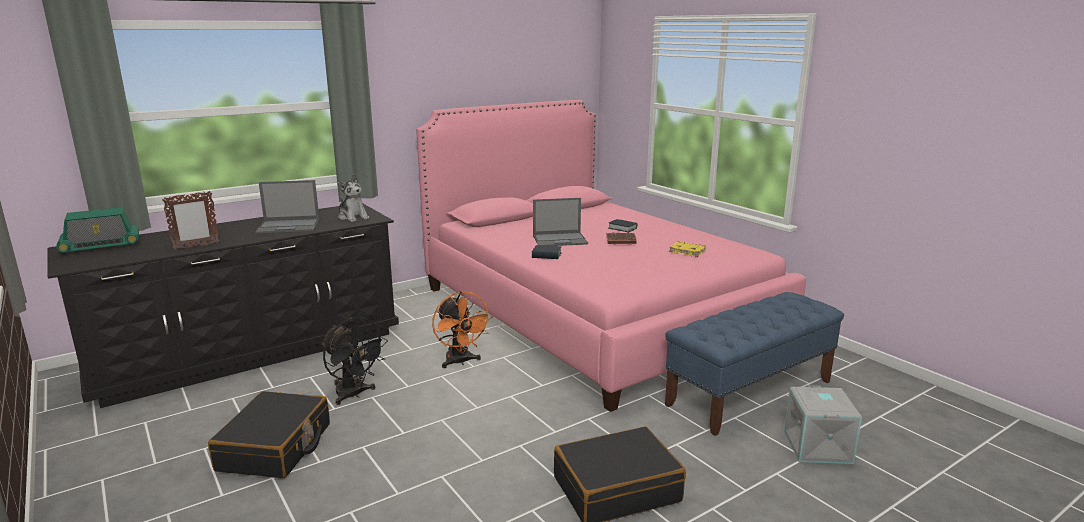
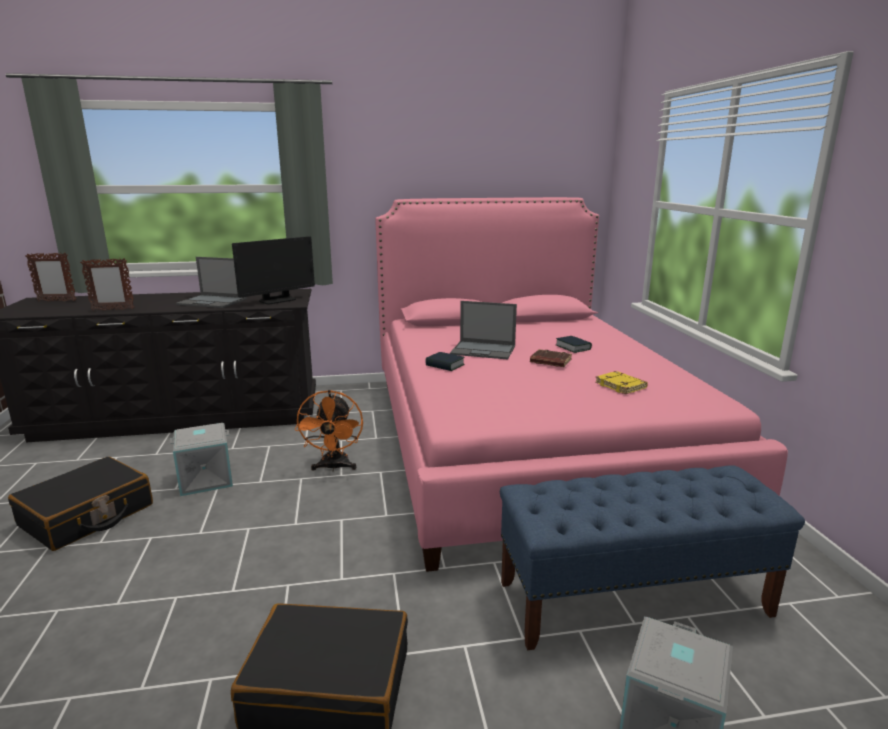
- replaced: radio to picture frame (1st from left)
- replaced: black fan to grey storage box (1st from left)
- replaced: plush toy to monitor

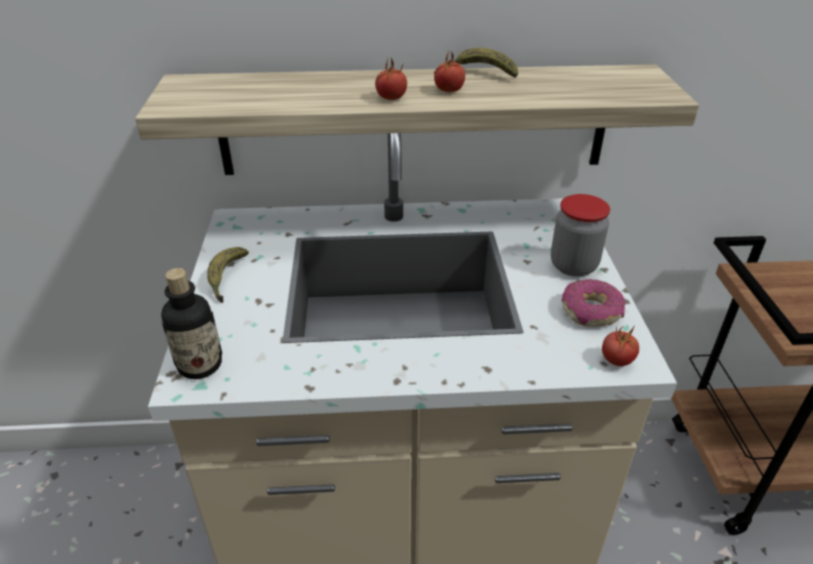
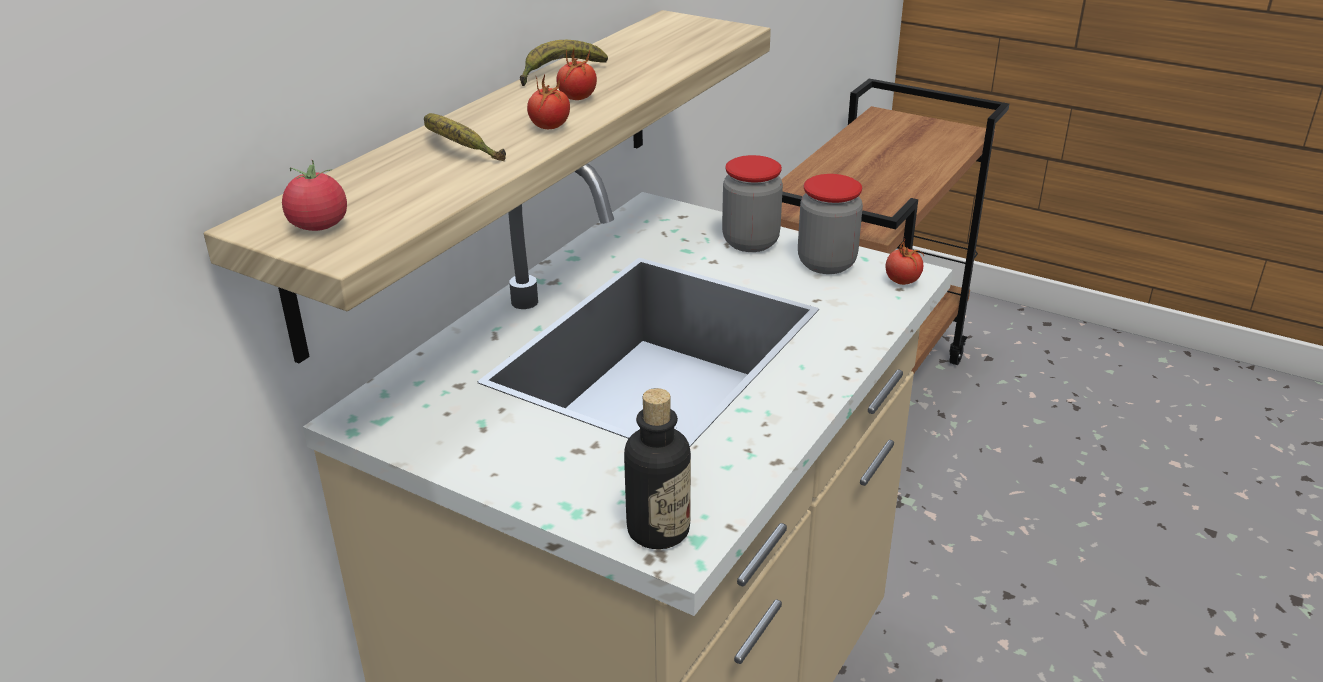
- moved: banana (1st from left)
- replaced: donut to jar (2nd from left)
- added: tomato (1st from left)

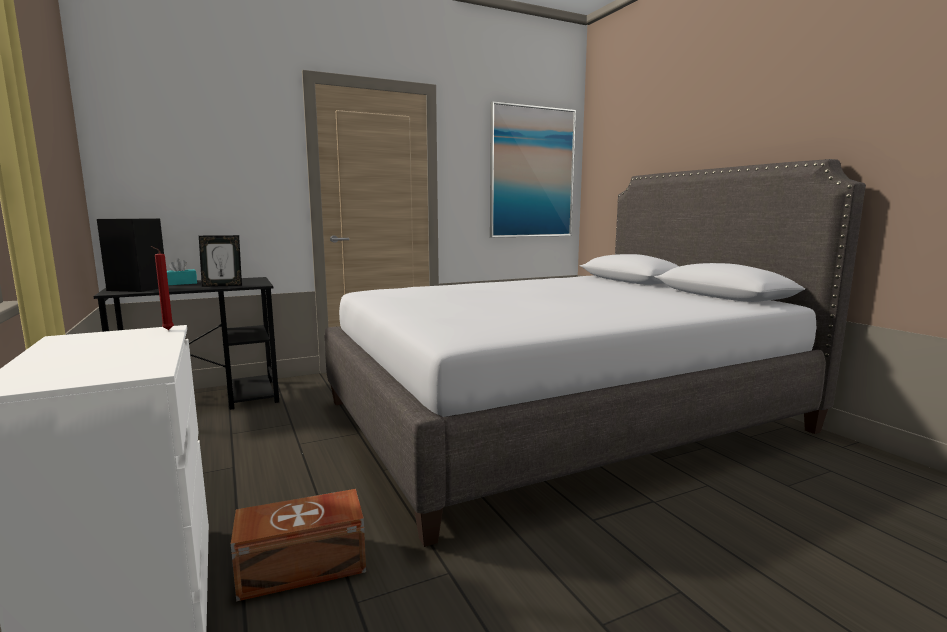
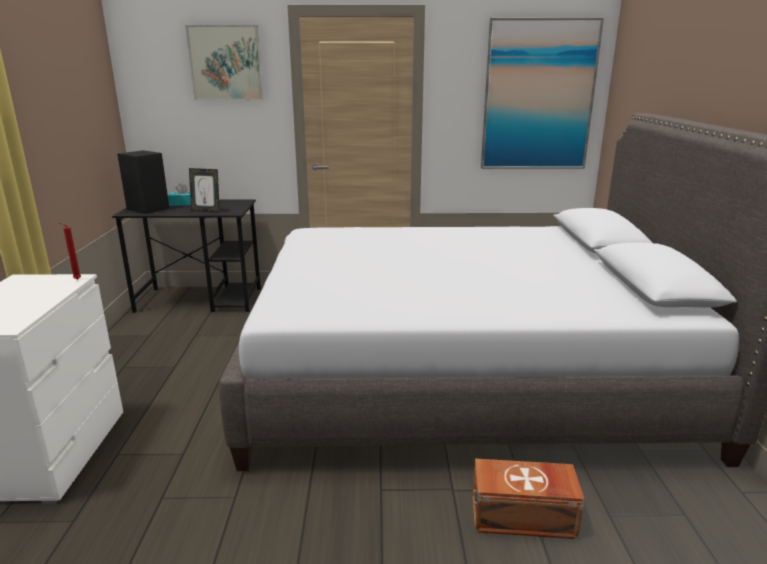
- moved: brown storage box
- added: picture (1st from left)

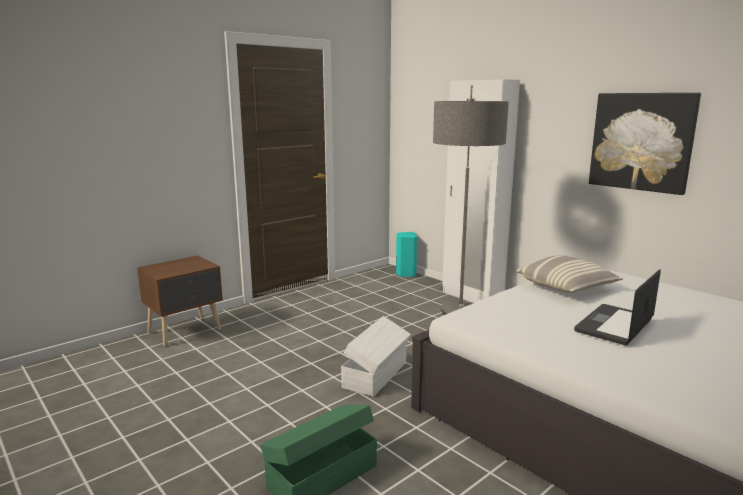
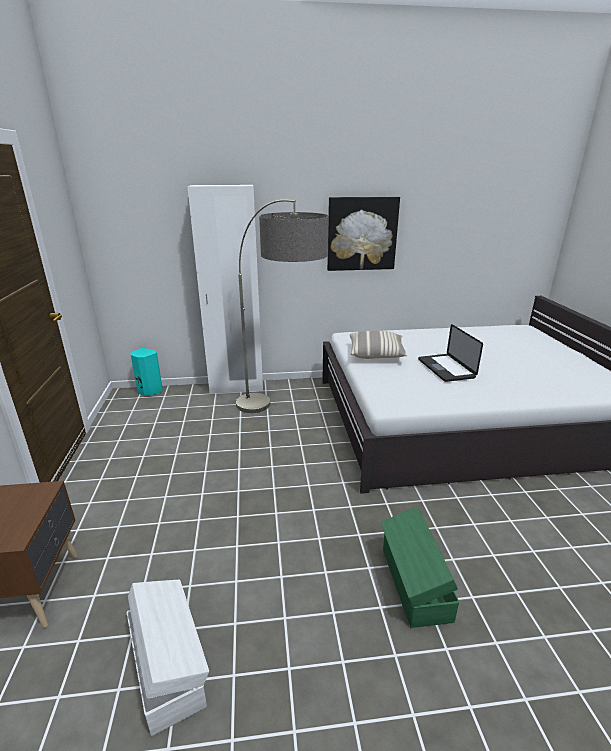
- moved: white storage box

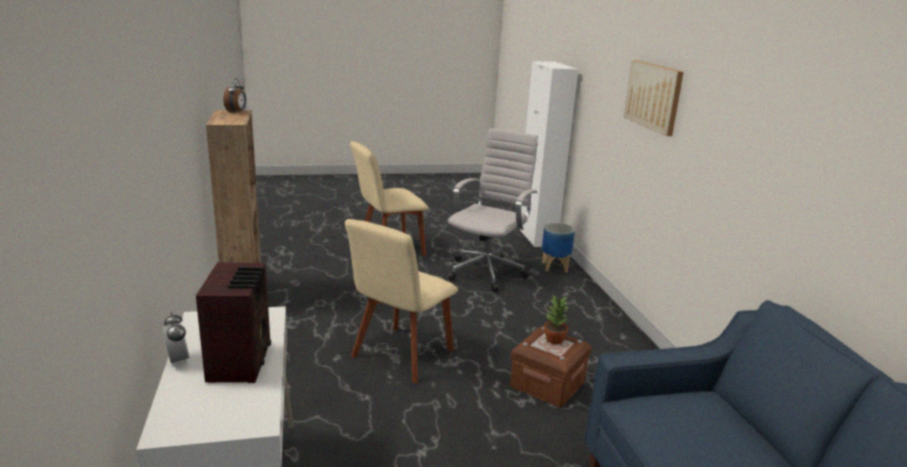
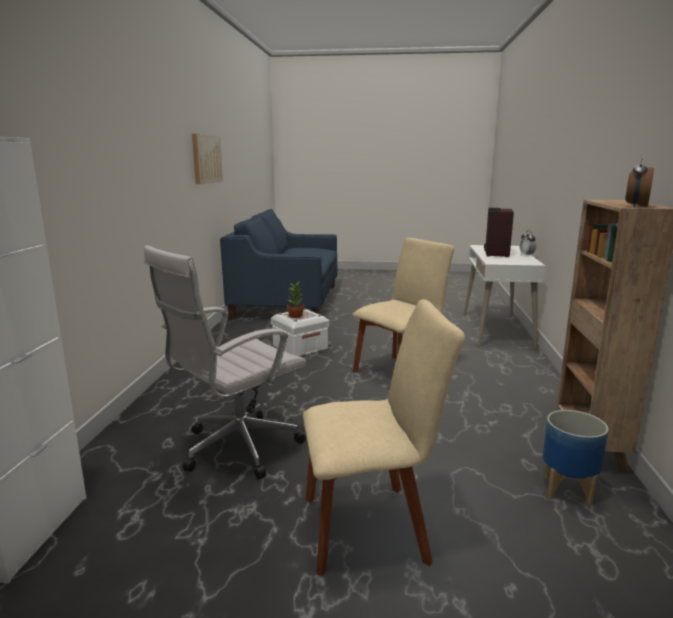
- recoloured: brown storage box to white storage box
- moved: planter
- moved: picture

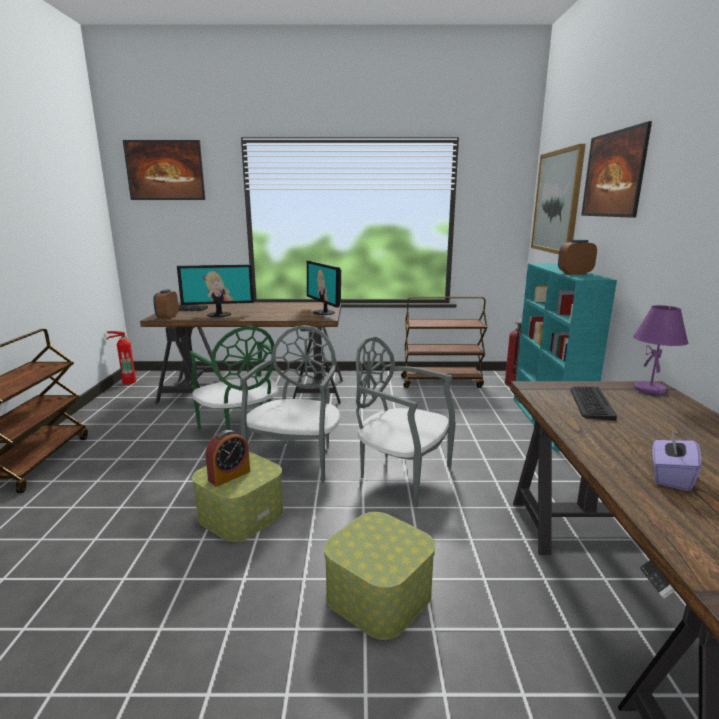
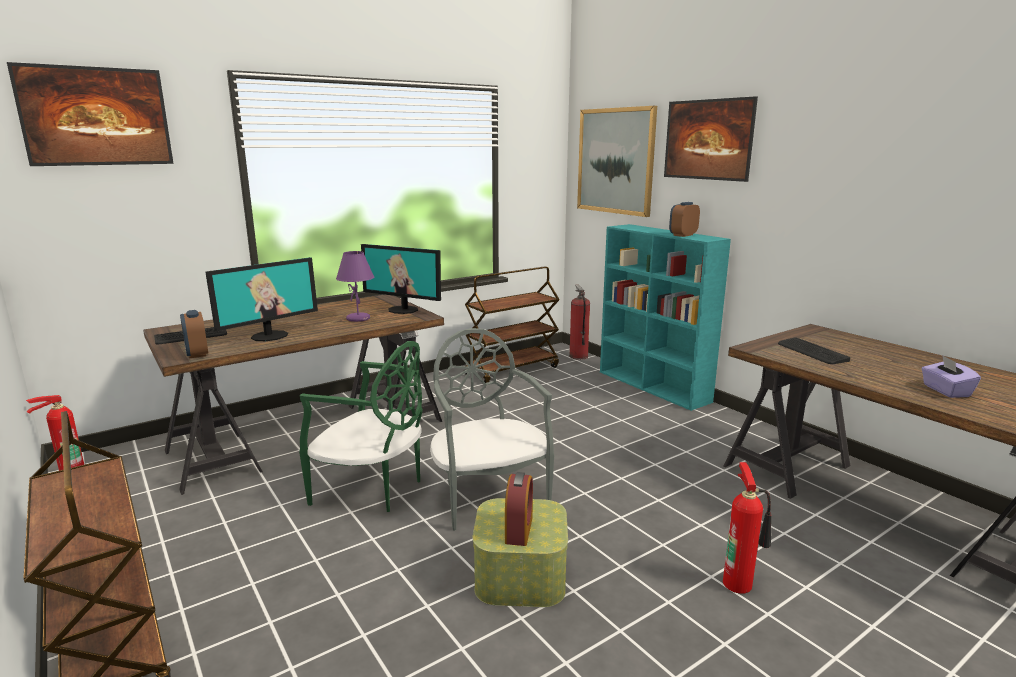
- replaced: storage box (2nd from left) to fire extinguisher (3rd from left)
- removed: grey chair (2nd from left)
- moved: purple table lamp

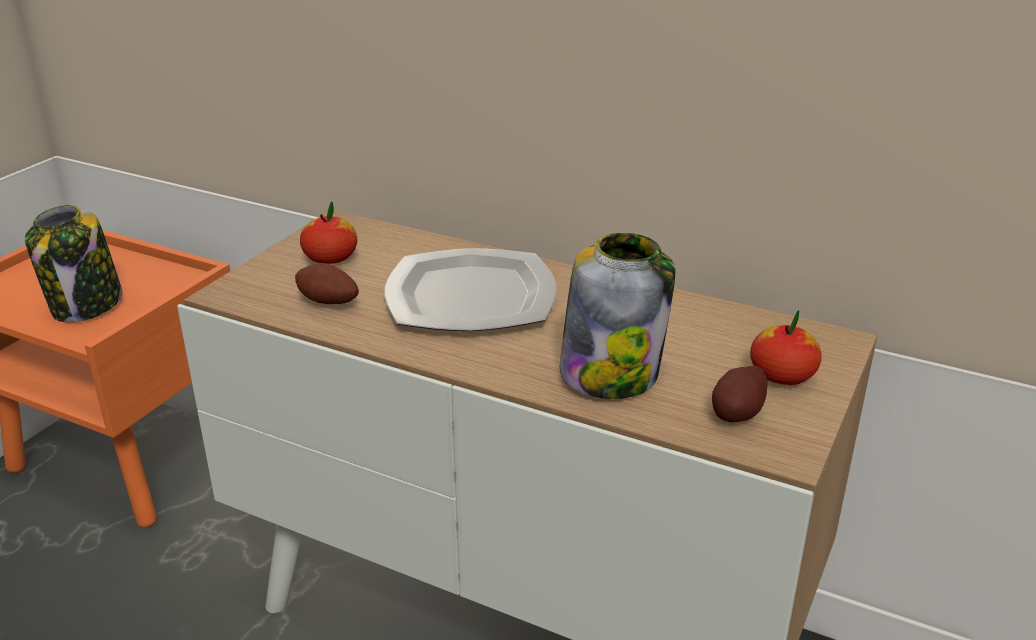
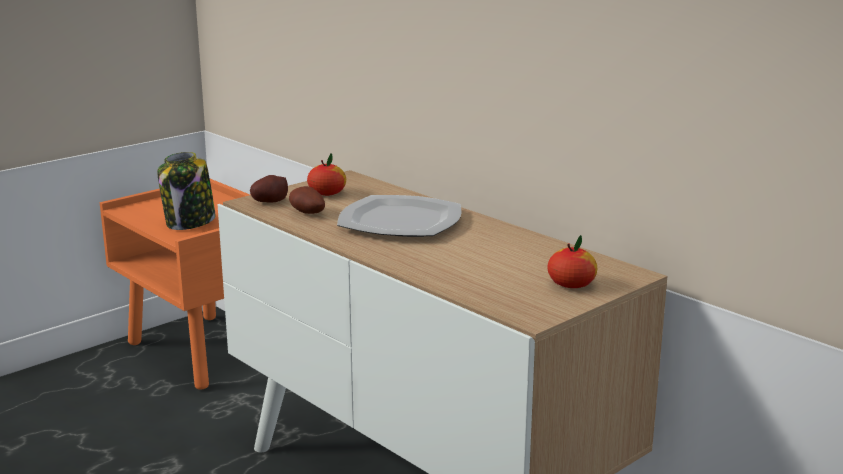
- removed: jar (2nd from left)
- moved: potato (2nd from left in the first image) to potato (1st from left)

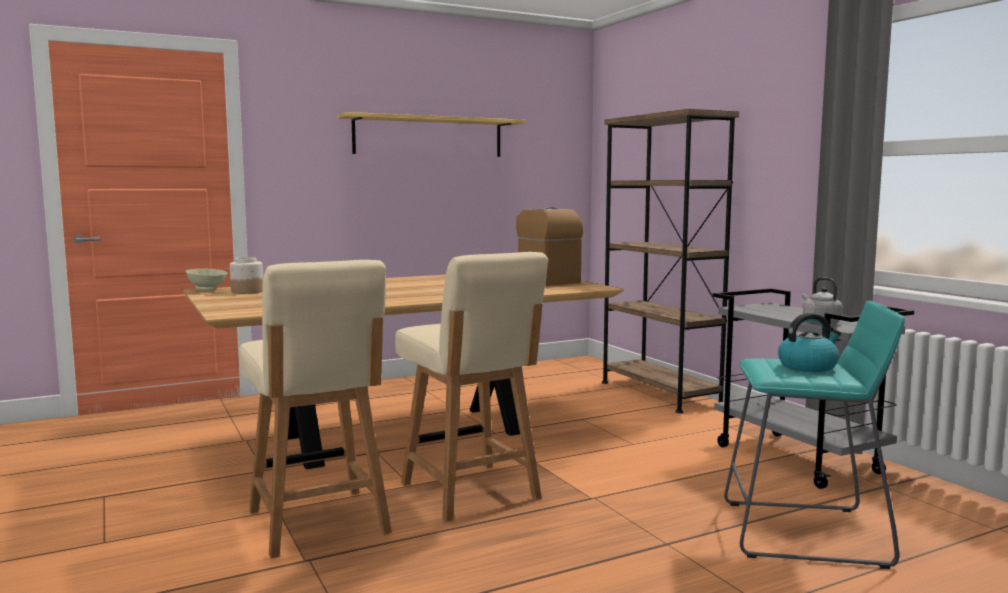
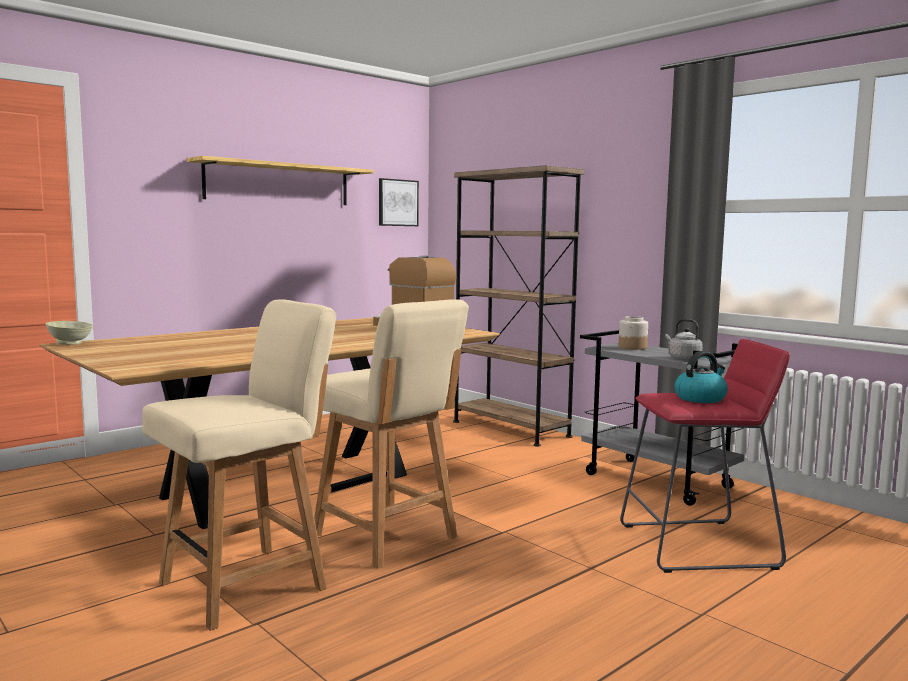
- moved: jar
- turned: beige chair (1st from left) 90 degrees counterclockwise
- recoloured: turquoise stool to red stool
- added: picture

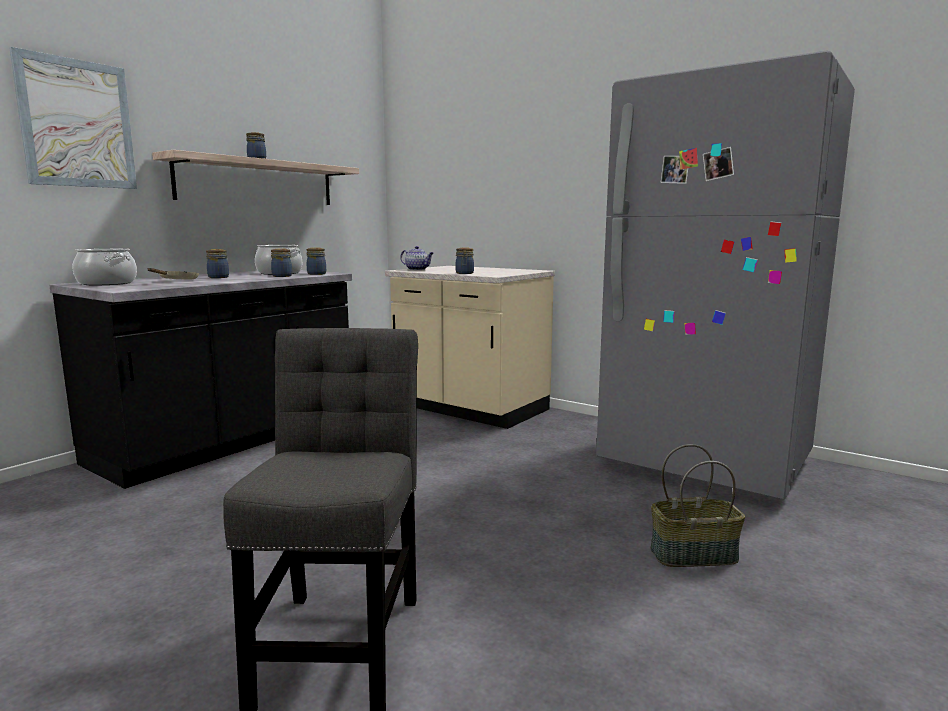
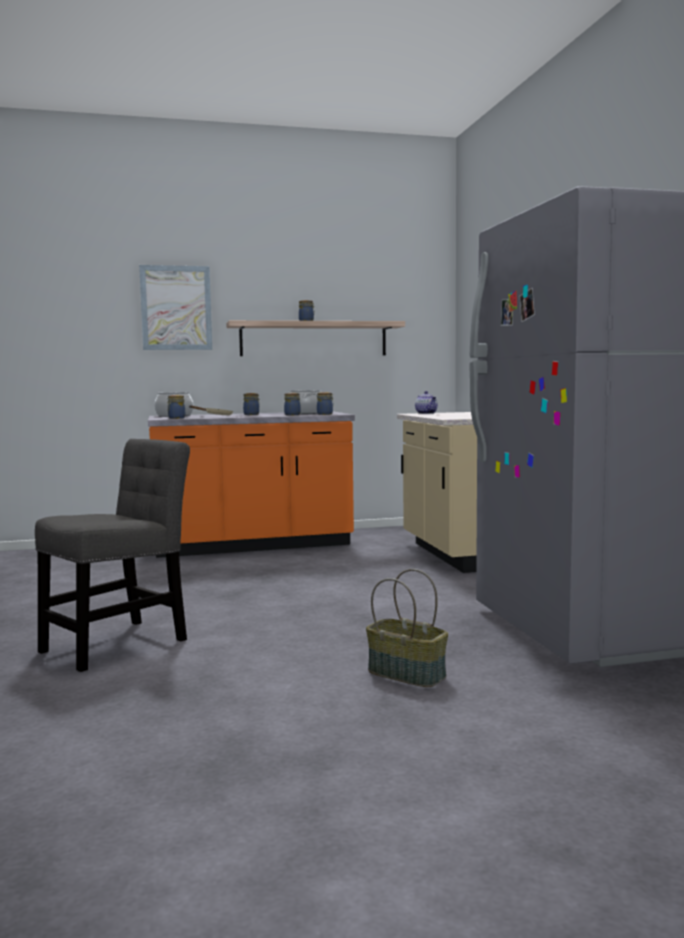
- recoloured: black counter to orange counter
- moved: jar (5th from left in the first image) to jar (1st from left)

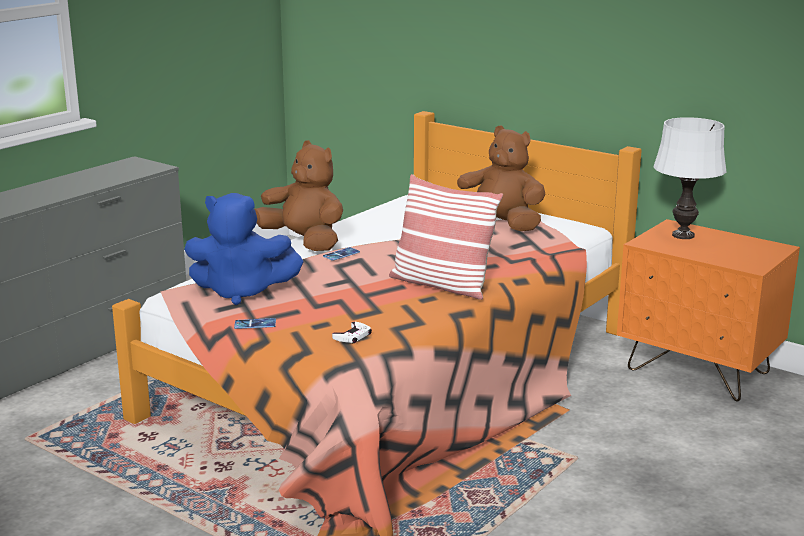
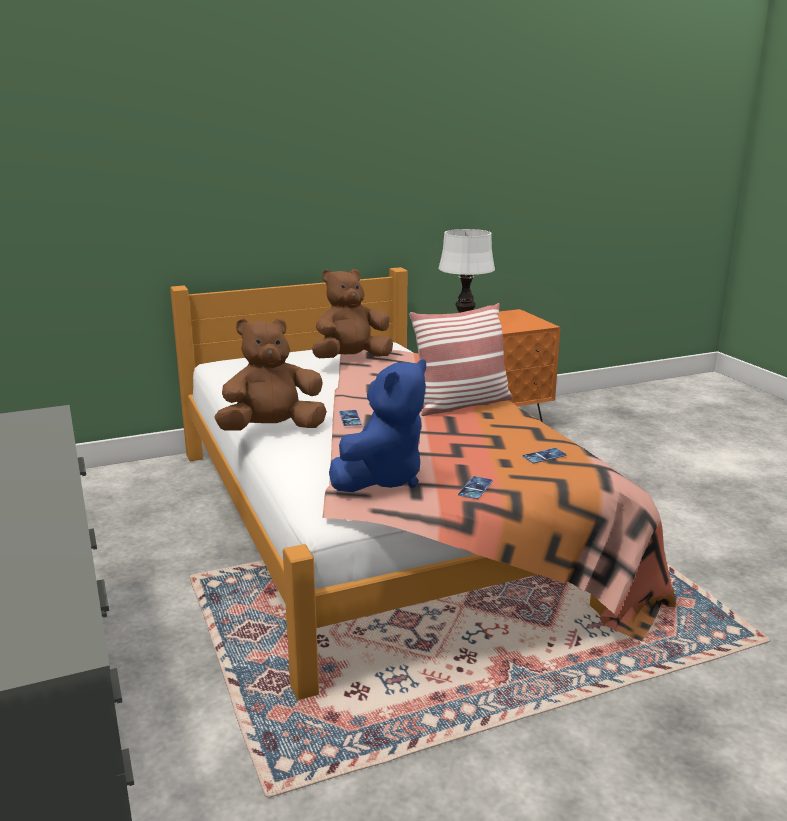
- replaced: white game controller to phone (3rd from left)

